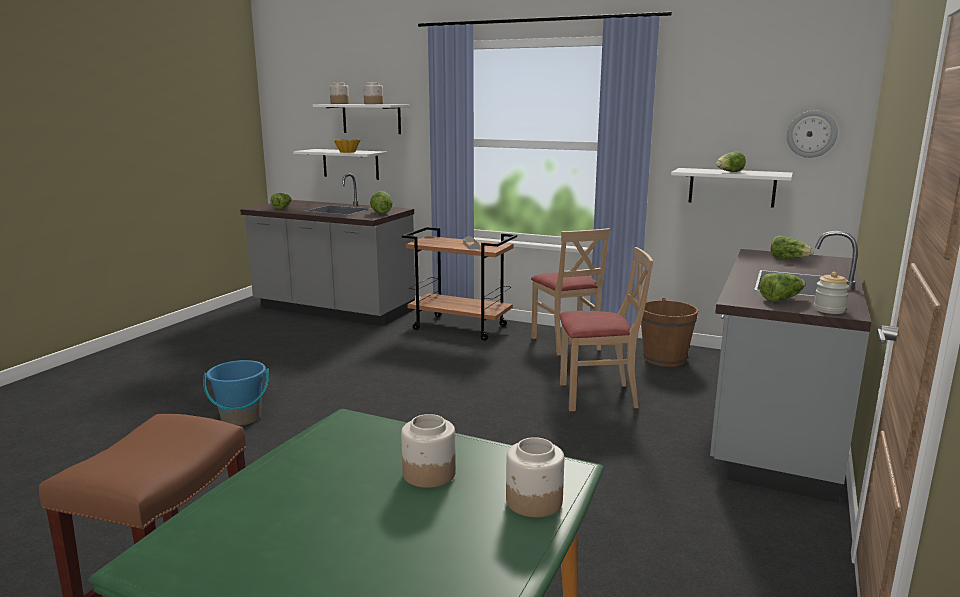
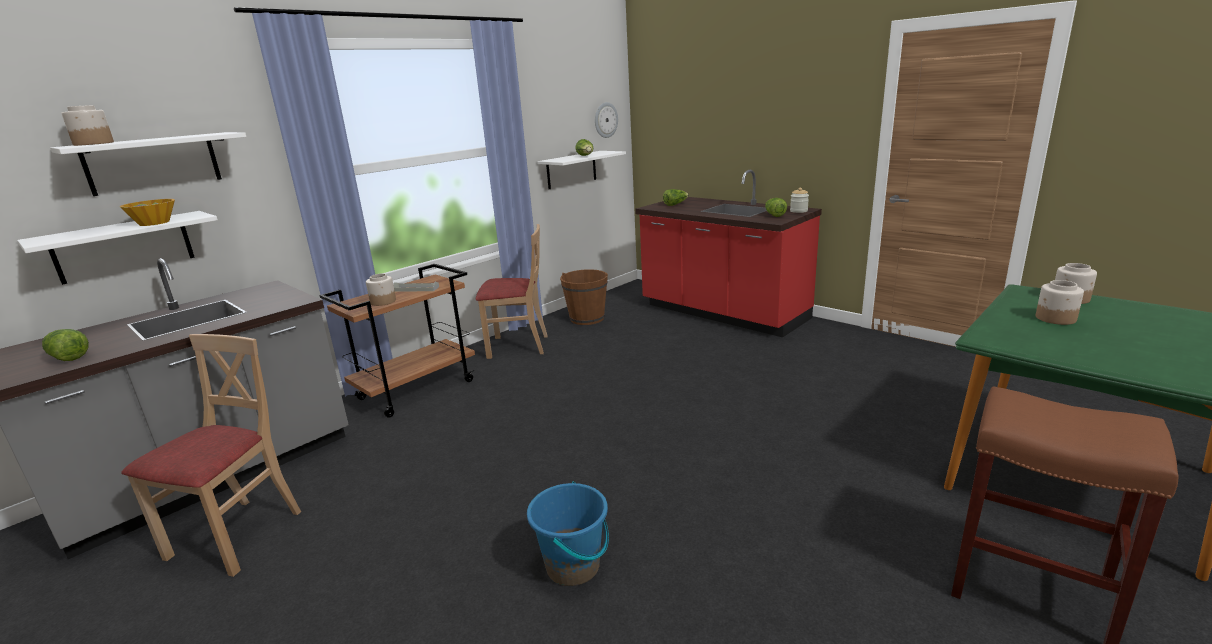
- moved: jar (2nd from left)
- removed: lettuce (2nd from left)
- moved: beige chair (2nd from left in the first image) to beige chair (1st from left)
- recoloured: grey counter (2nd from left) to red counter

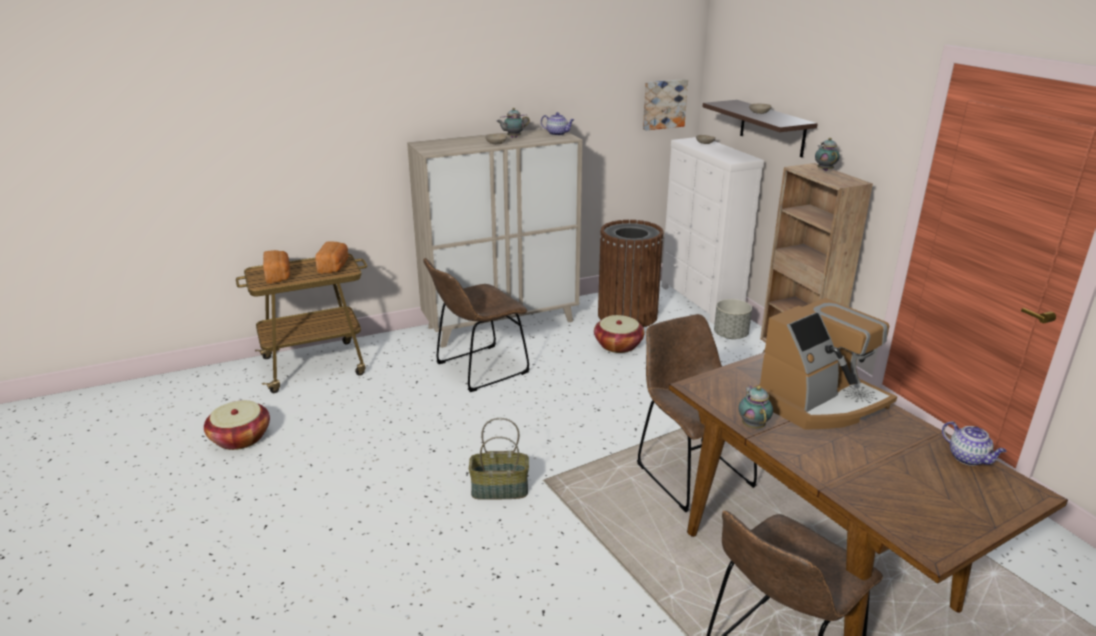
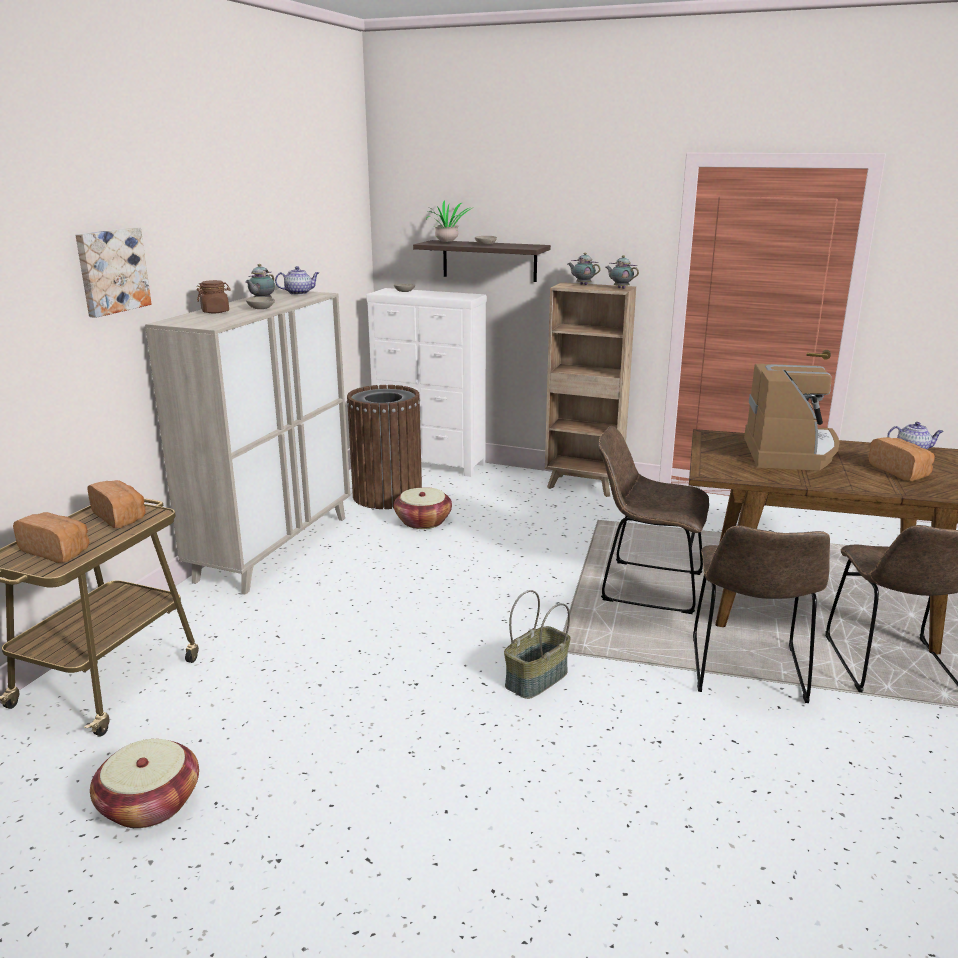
- moved: brown chair (1st from left in the first image) to brown chair (2nd from left)
- moved: picture
- removed: grey planter
- moved: teapot (3rd from left in the first image) to teapot (4th from left)
- added: brown jar
- added: potted plant
- added: bread (3rd from left)

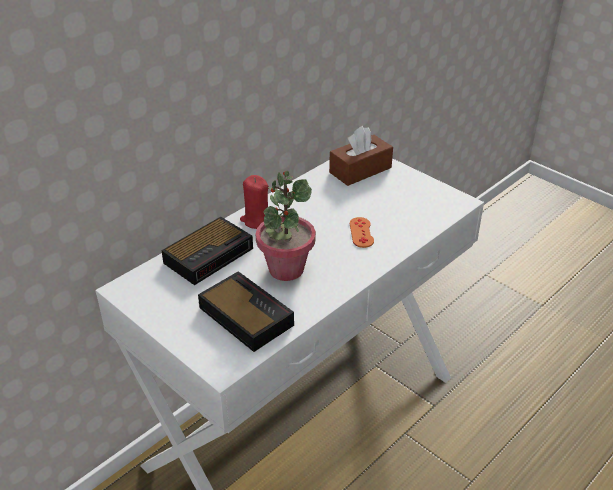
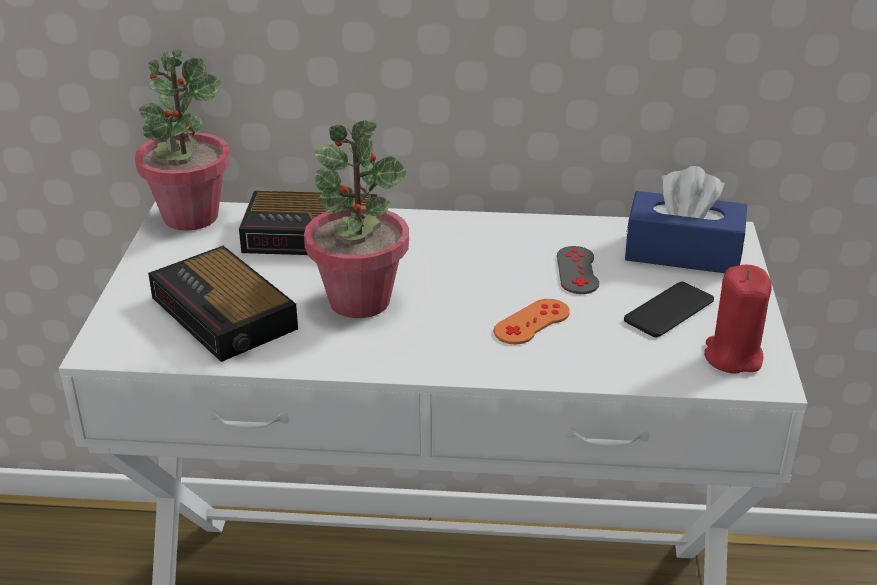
- turned: alarm clock (2nd from left in the first image) 135 degrees clockwise
- moved: red candle
- recoloured: brown tissue box to blue tissue box
- added: potted plant (1st from left)
- added: grey game controller
- added: phone

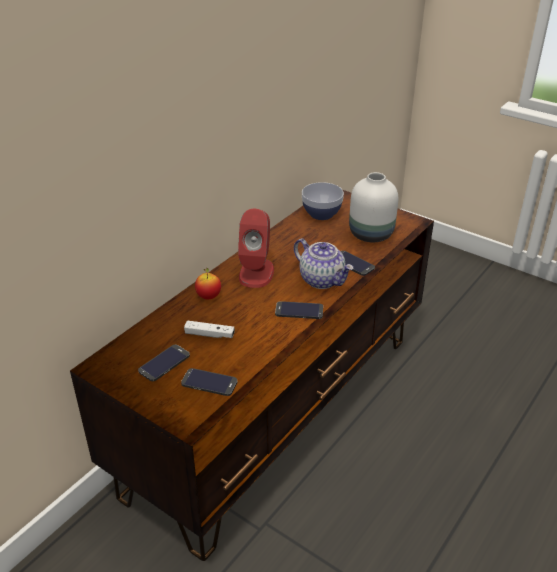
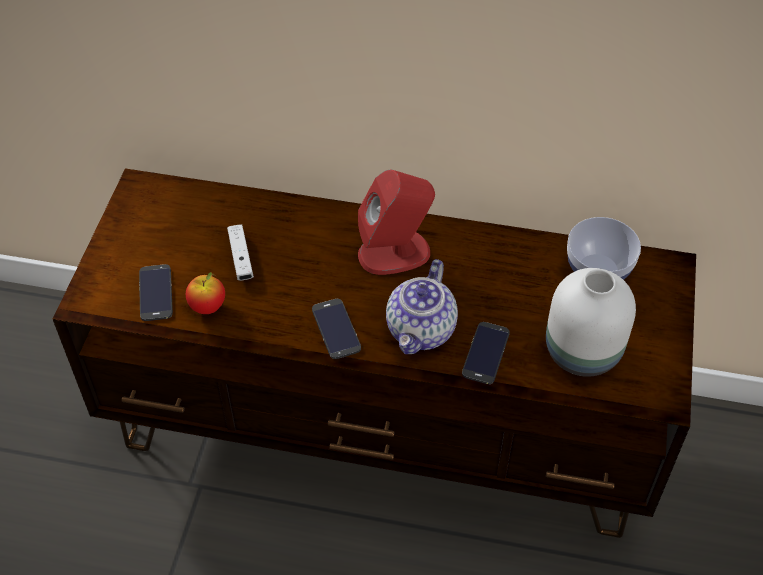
- removed: phone (1st from left)
- moved: apple

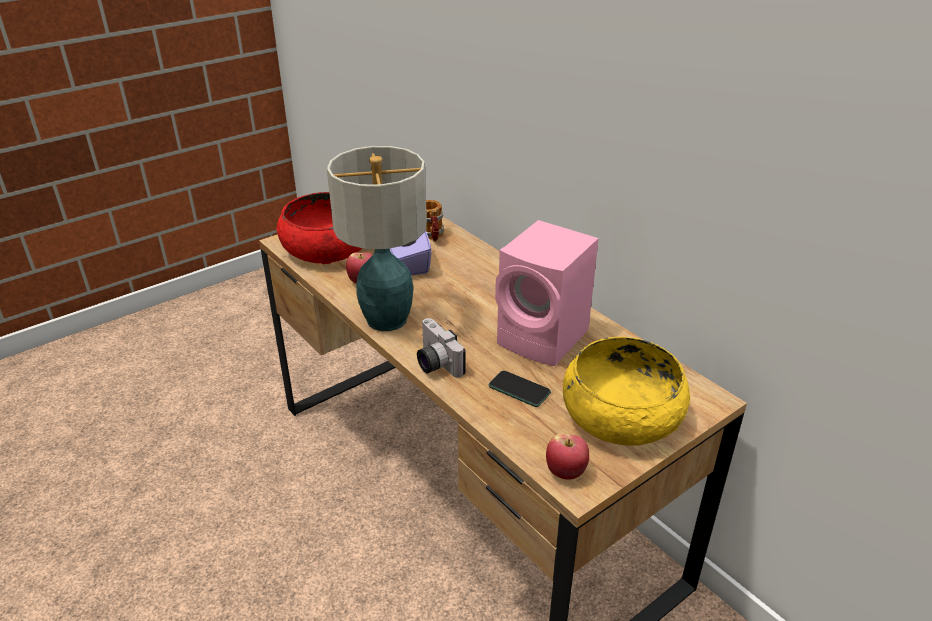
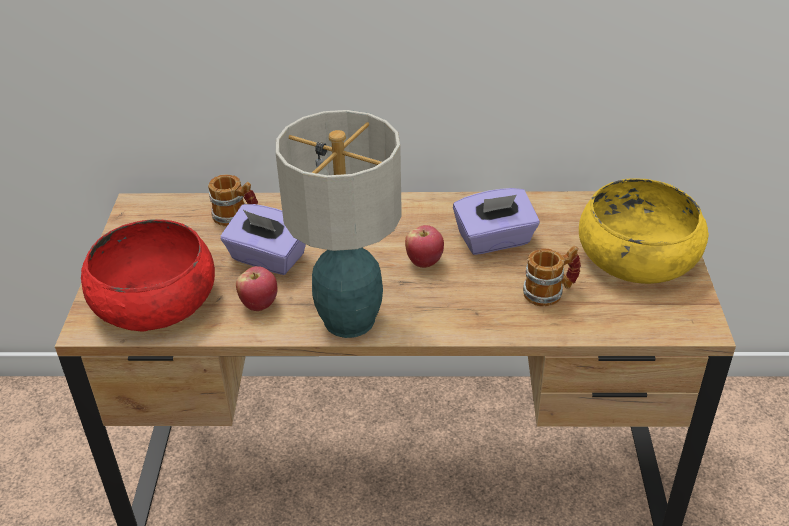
- removed: photo camera
- replaced: phone to mug (2nd from left)
- replaced: pink speaker to purple tissue box (2nd from left)
- moved: apple (2nd from left)

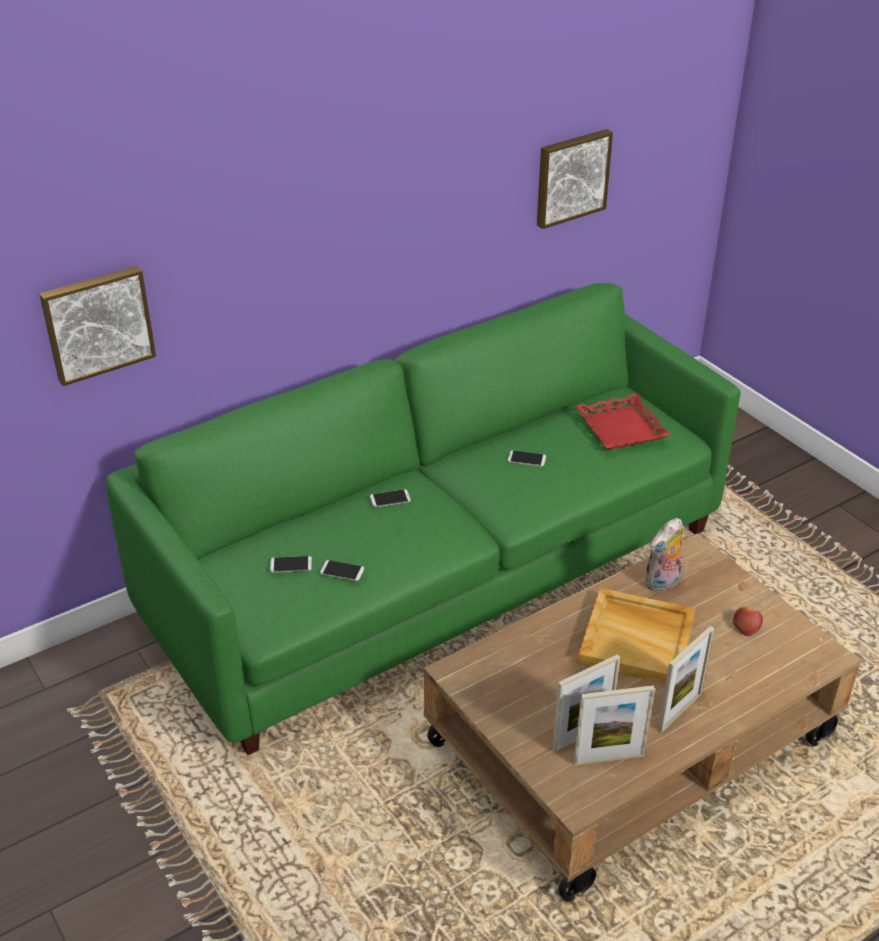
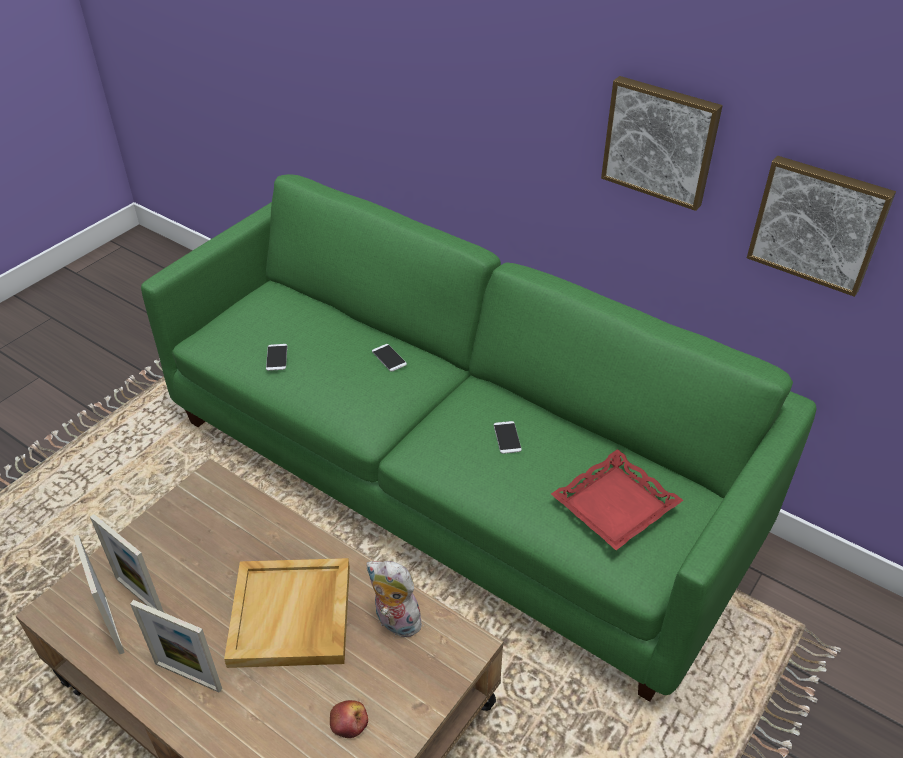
- moved: picture (1st from left)
- removed: phone (1st from left)

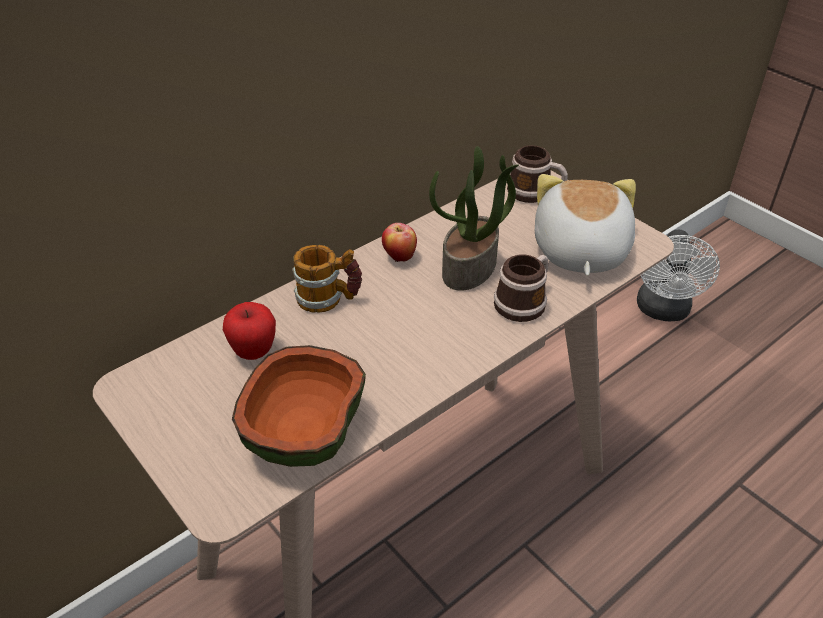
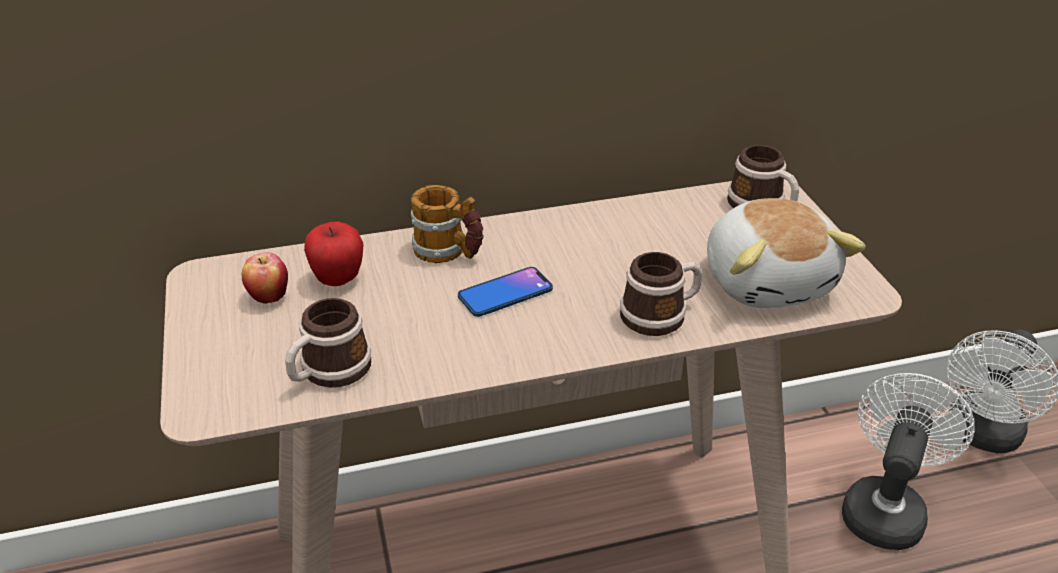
- replaced: bowl to mug (1st from left)
- moved: apple (2nd from left in the first image) to apple (1st from left)
- removed: potted plant
- turned: plush toy 135 degrees clockwise
- added: phone
- added: white fan (1st from left)

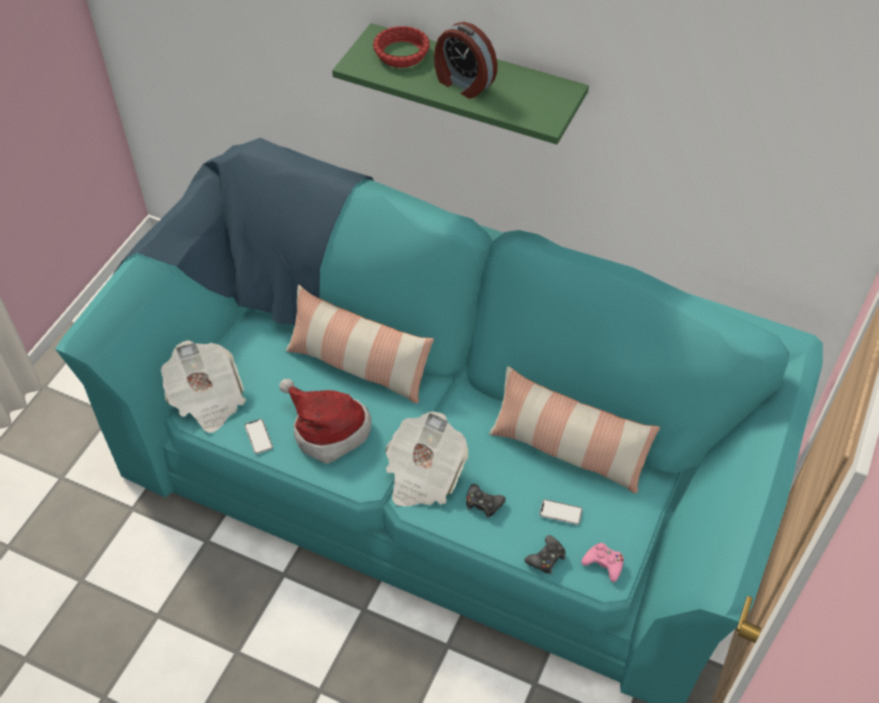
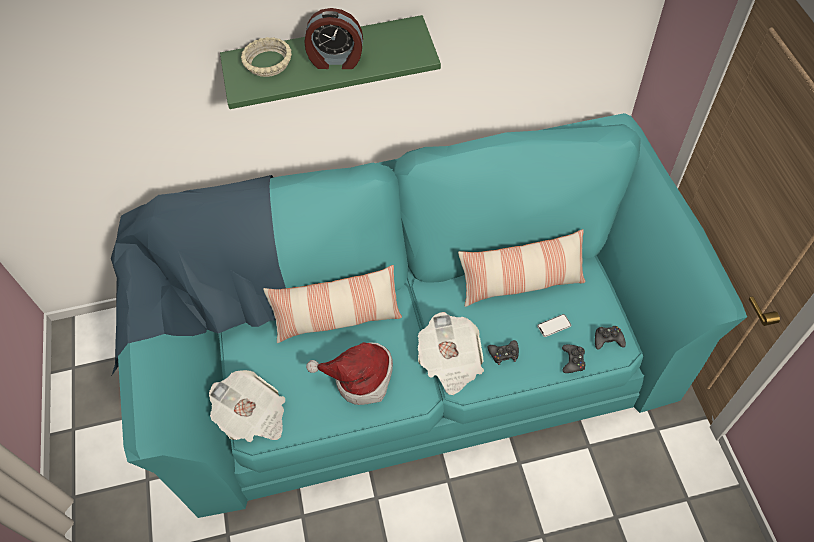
- removed: phone (1st from left)
- recoloured: red bowl to beige bowl
- recoloured: pink game controller to black game controller (3rd from left)

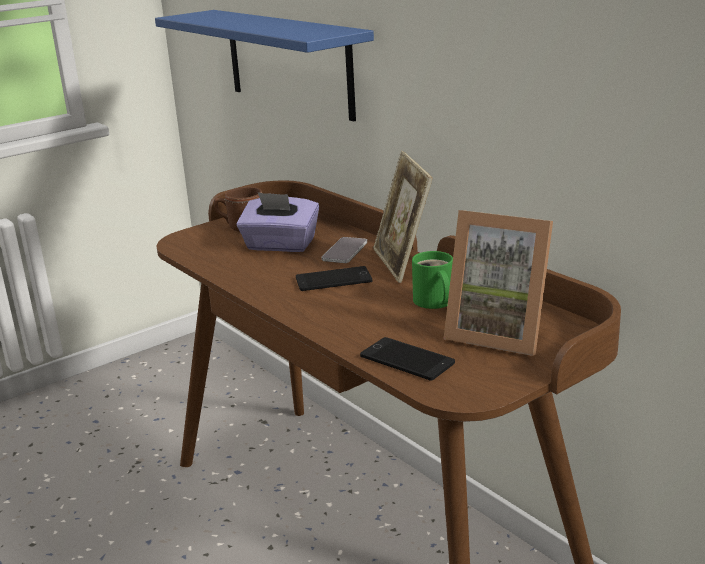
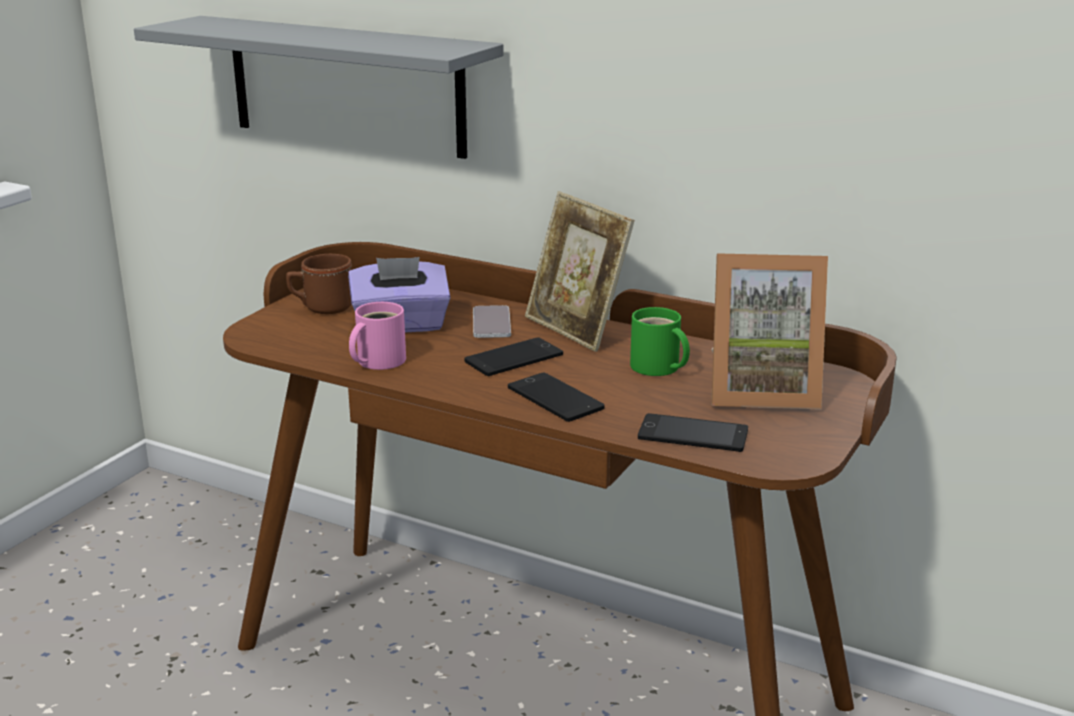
- recoloured: blue shelf to grey shelf
- added: pink mug
- added: phone (3rd from left)

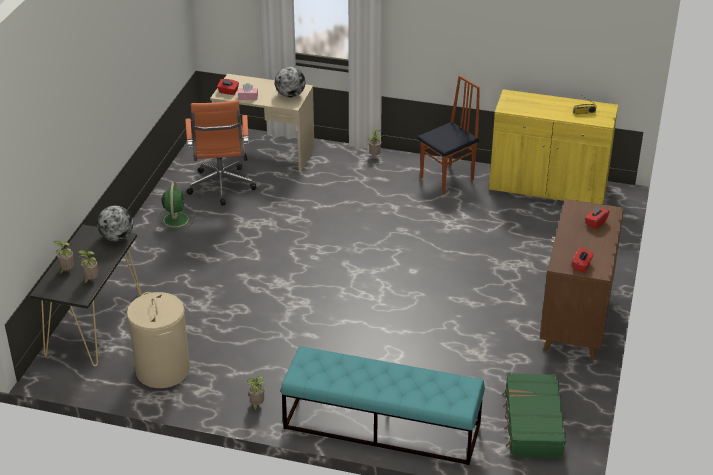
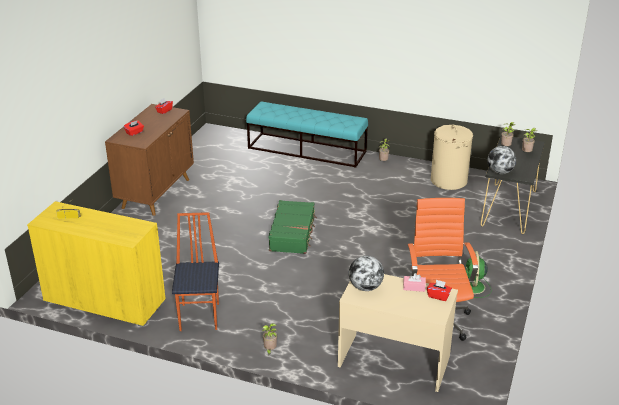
- turned: chair 120 degrees clockwise
- moved: green suitcase

